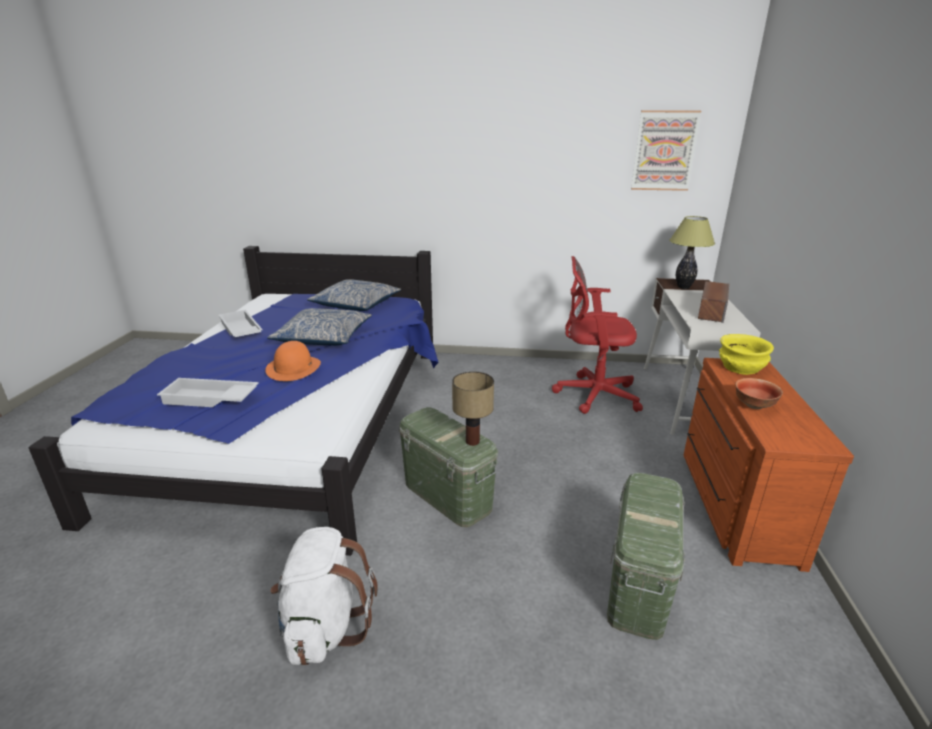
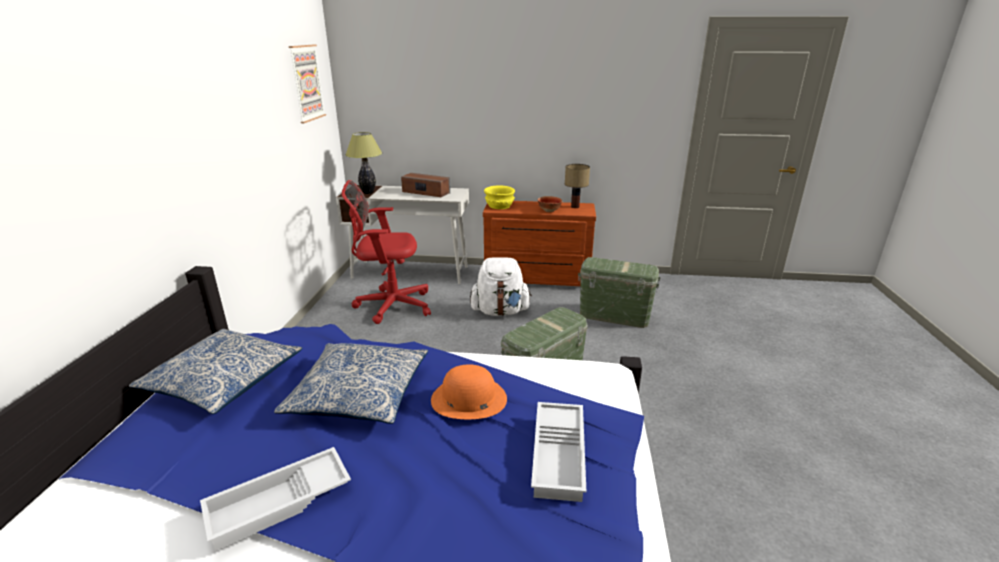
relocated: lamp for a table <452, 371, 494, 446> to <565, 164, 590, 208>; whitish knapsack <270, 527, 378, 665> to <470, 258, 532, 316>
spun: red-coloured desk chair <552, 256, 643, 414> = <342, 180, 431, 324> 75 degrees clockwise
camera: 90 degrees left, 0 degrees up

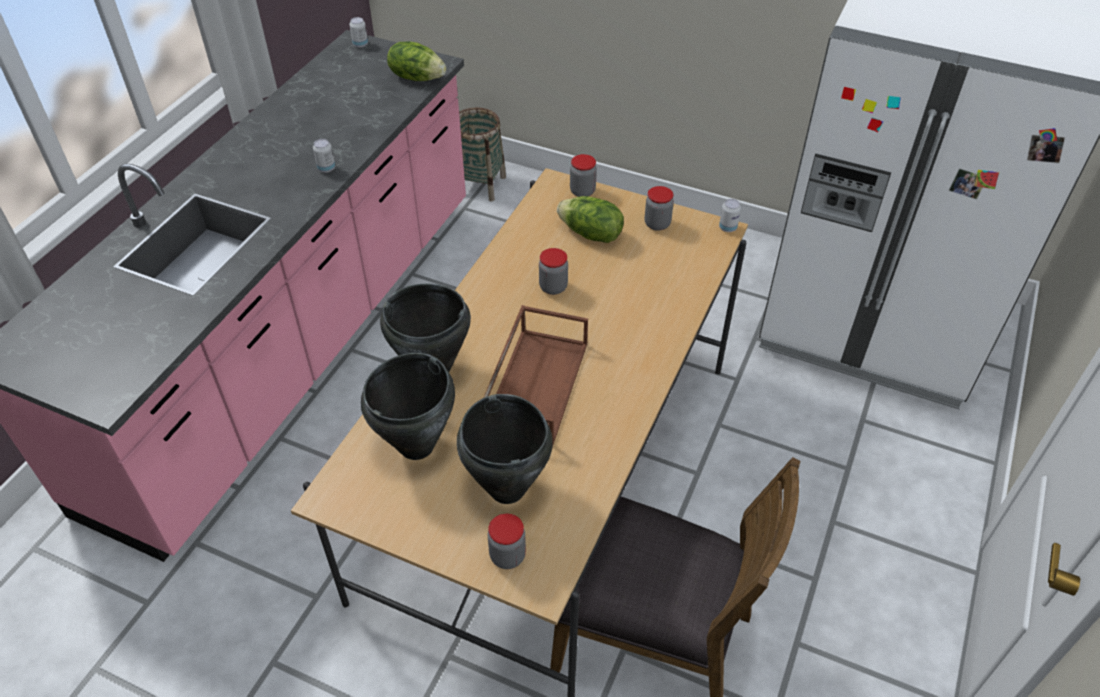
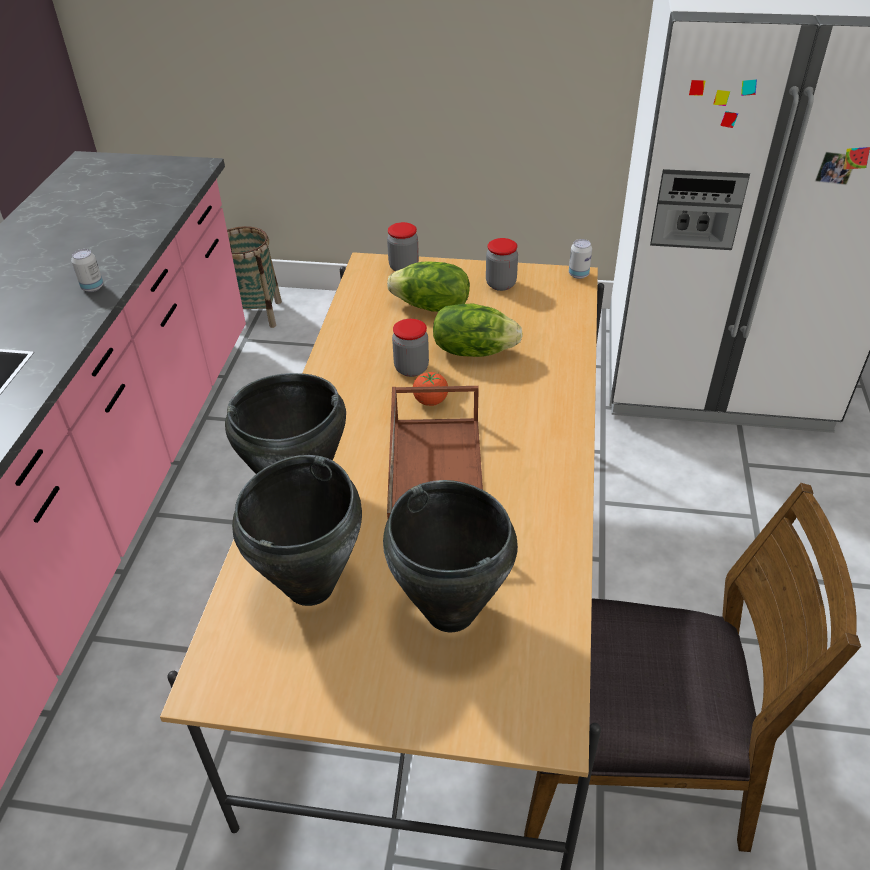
missing: sealed can <349, 17, 368, 48>; jar <488, 514, 526, 569>
appeared: whole tomato <413, 372, 448, 406>
relocated: head of lettuce <387, 42, 446, 81> to <433, 303, 523, 357>
camera: 15 degrees left, 5 degrees down

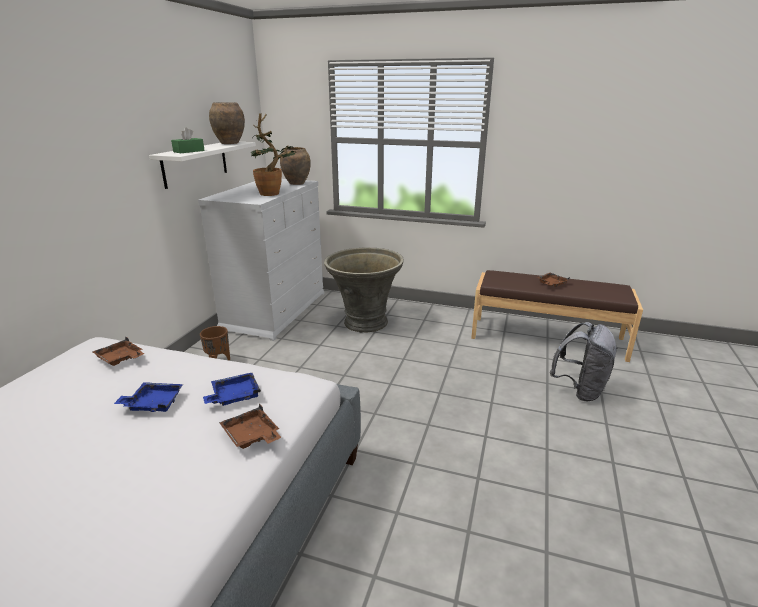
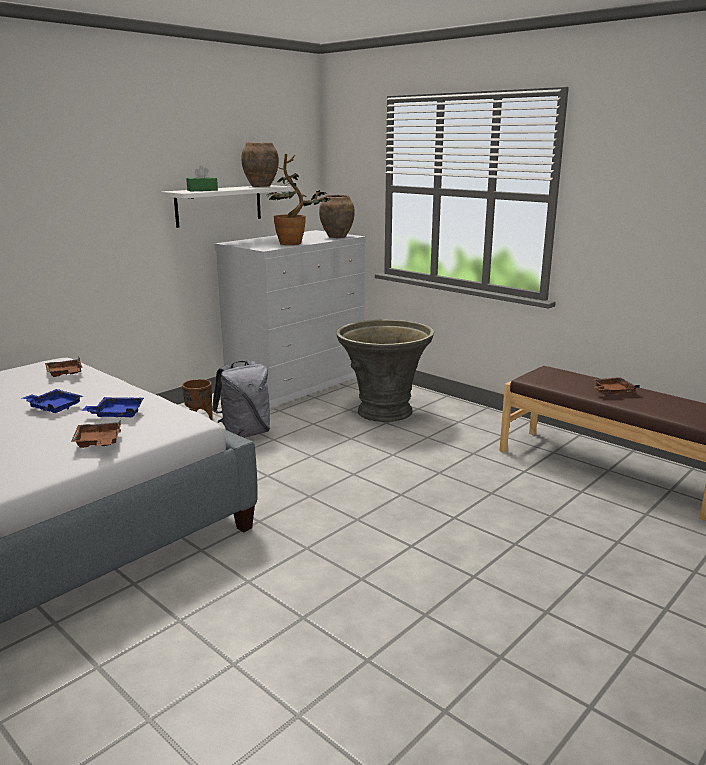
relocated: greyish knapsack <550, 322, 618, 401> to <212, 361, 270, 438>
camera: 25 degrees right, 5 degrees down

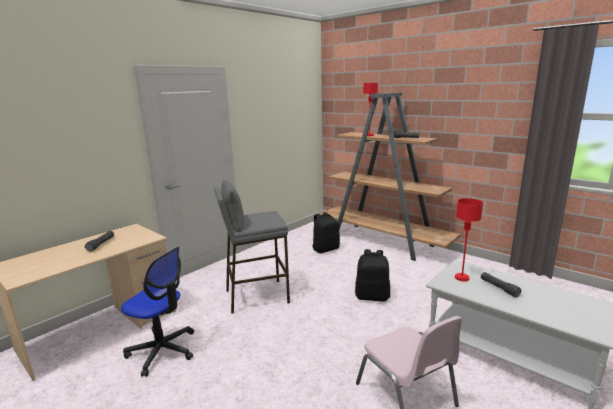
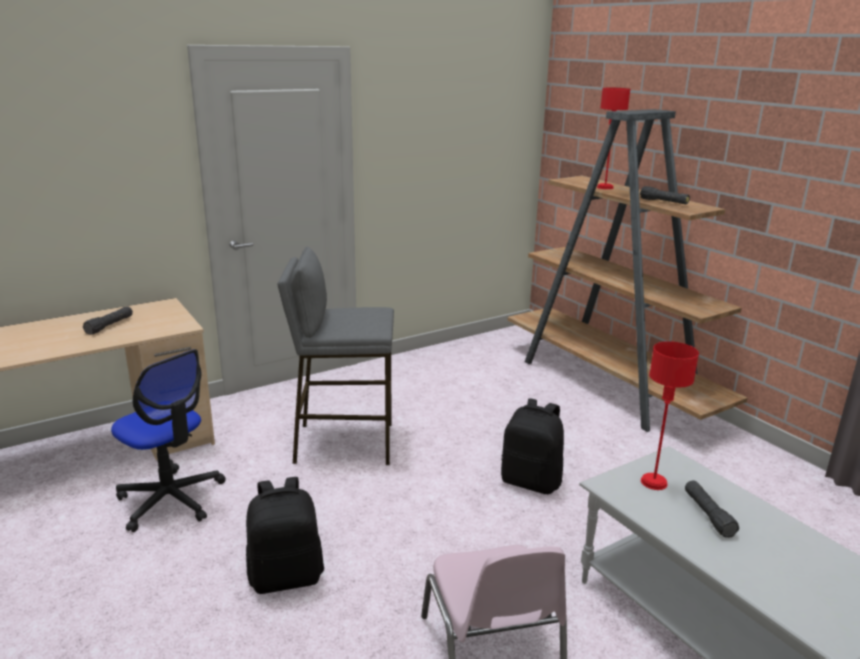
relocated: blackish knapsack <312, 212, 340, 253> to <246, 477, 324, 594>
camera: 15 degrees right, 5 degrees up

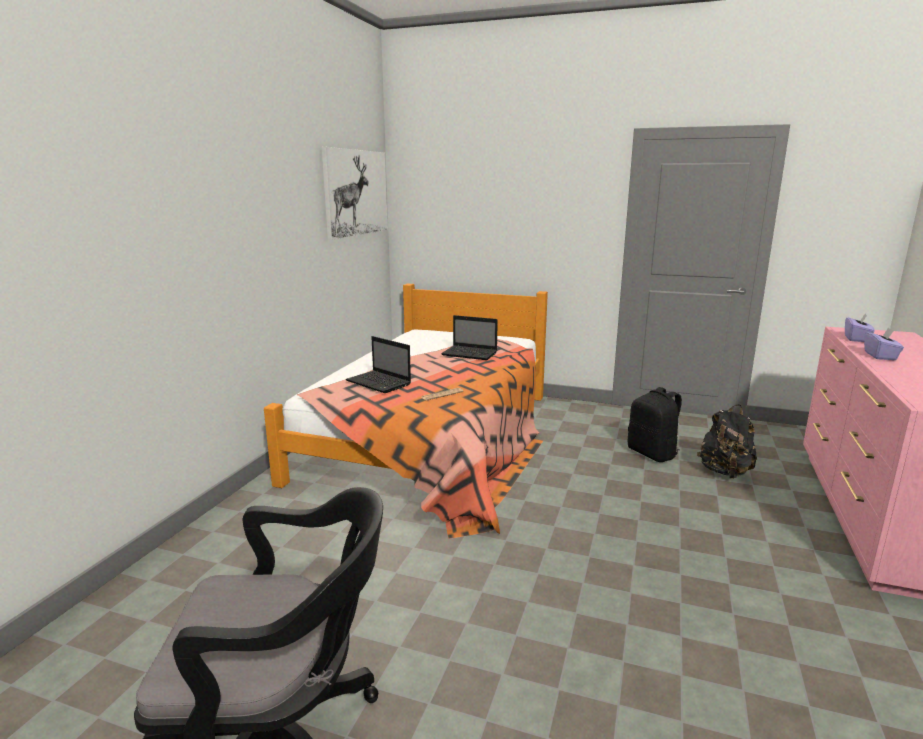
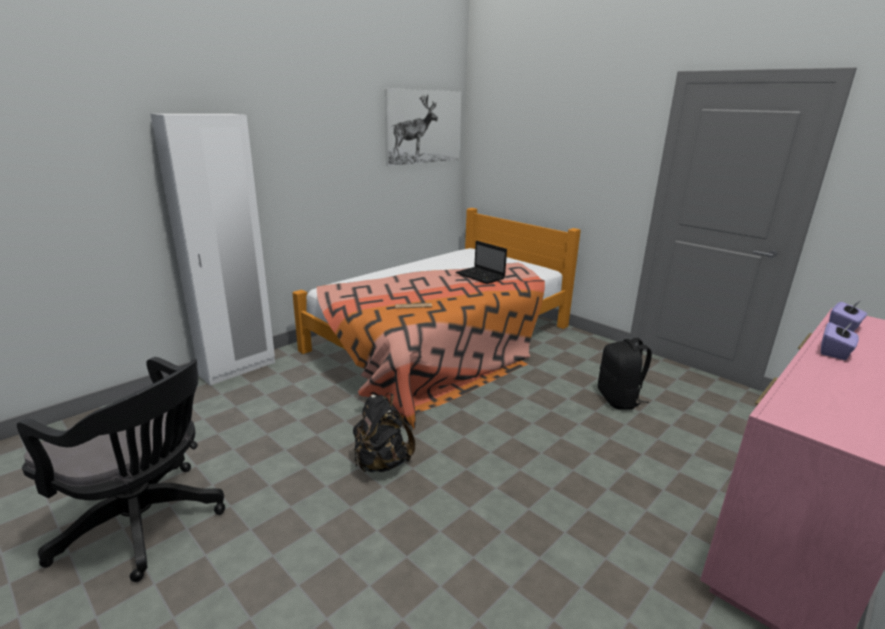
missing: notebook computer <346, 336, 411, 393>
appeared: whitish armoire <151, 114, 275, 386>
relocated: blackish knapsack <697, 404, 757, 478> to <353, 393, 415, 473>
camera: 25 degrees right, 5 degrees up

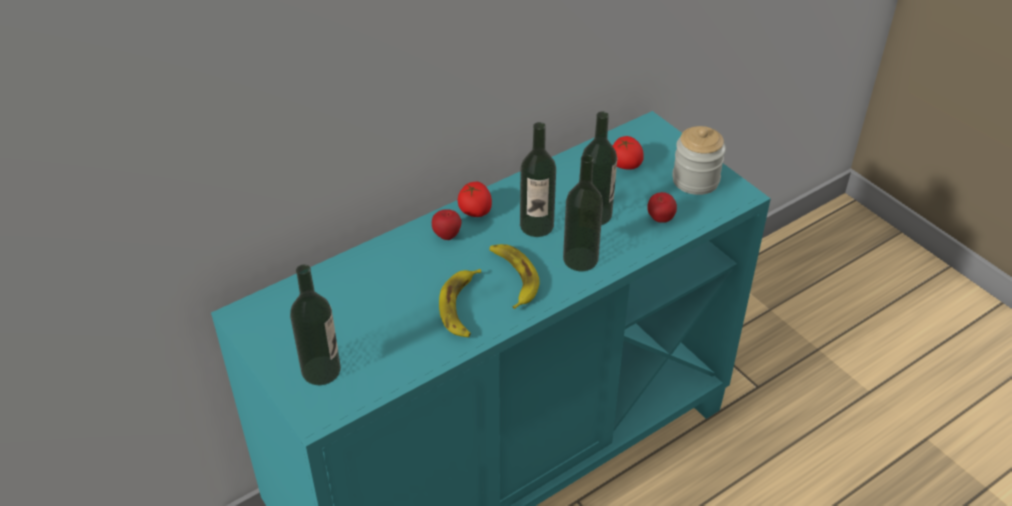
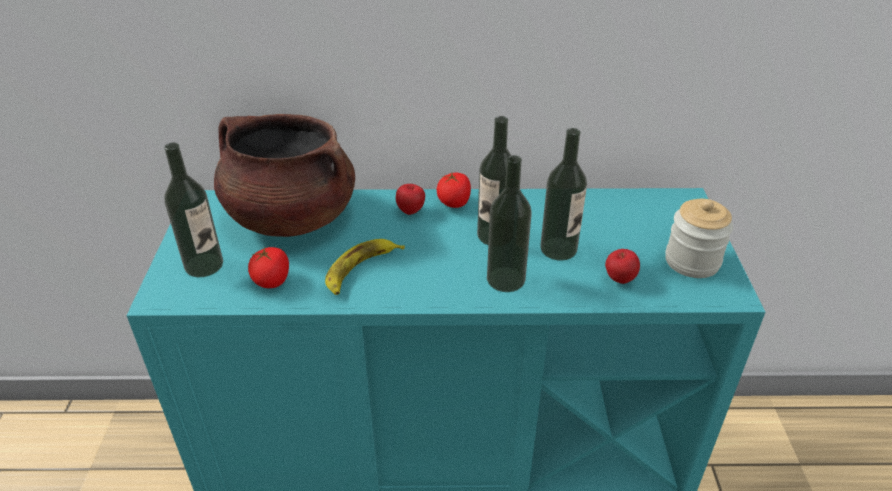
missing: whole banana <489, 244, 540, 309>
appeared: brown stockpot <214, 114, 355, 237>
relocated: whole tomato <613, 136, 644, 170> to <248, 247, 289, 288>
camera: 35 degrees right, 5 degrees down

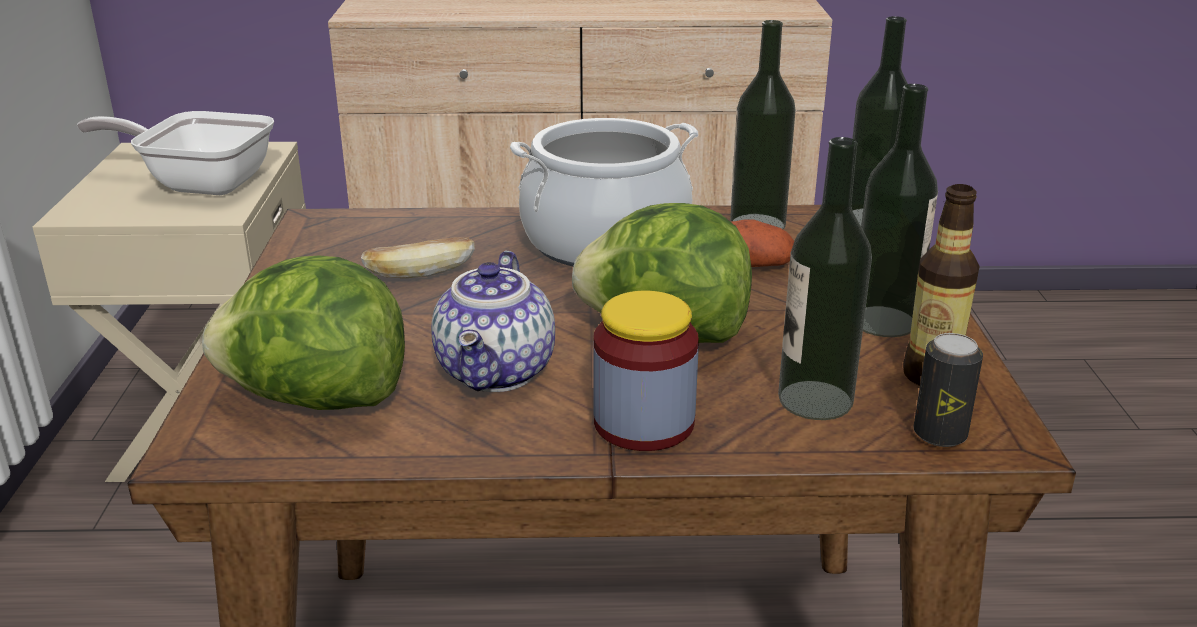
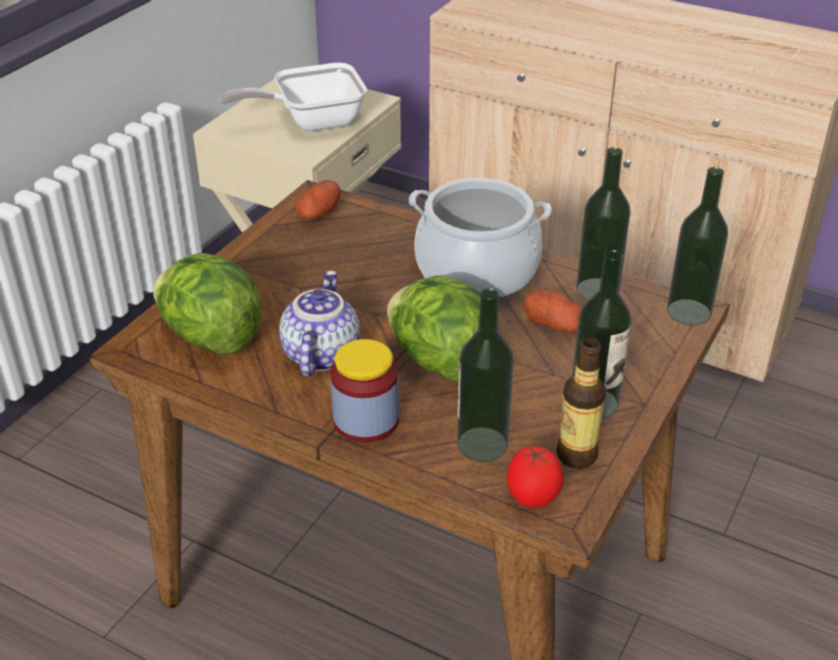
missing: bakery bread <361, 237, 475, 278>
appeared: whole potato <295, 180, 341, 220>
exchanged: sealed can <914, 333, 983, 447> to whole tomato <507, 446, 564, 508>
spun: pan <77, 111, 274, 195> = <219, 63, 367, 131> 60 degrees counterclockwise; pot for tea <431, 250, 555, 392> = <279, 270, 360, 376> 150 degrees clockwise
camera: 30 degrees right, 10 degrees up

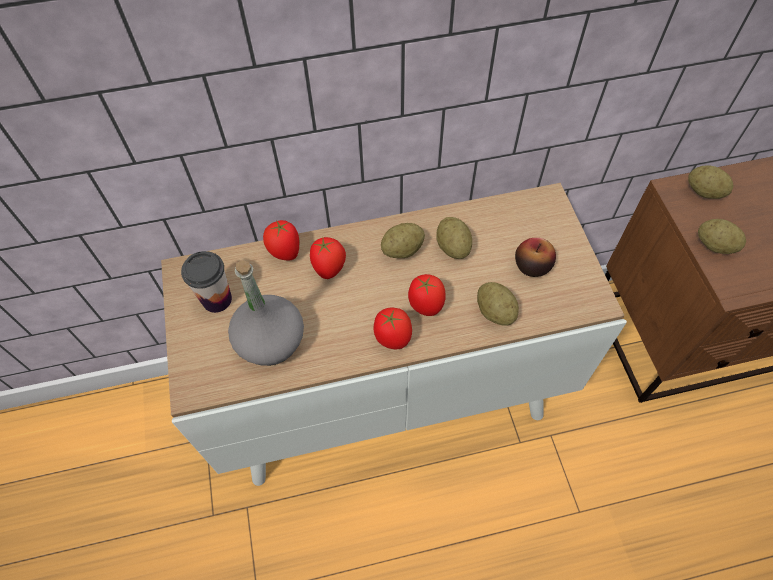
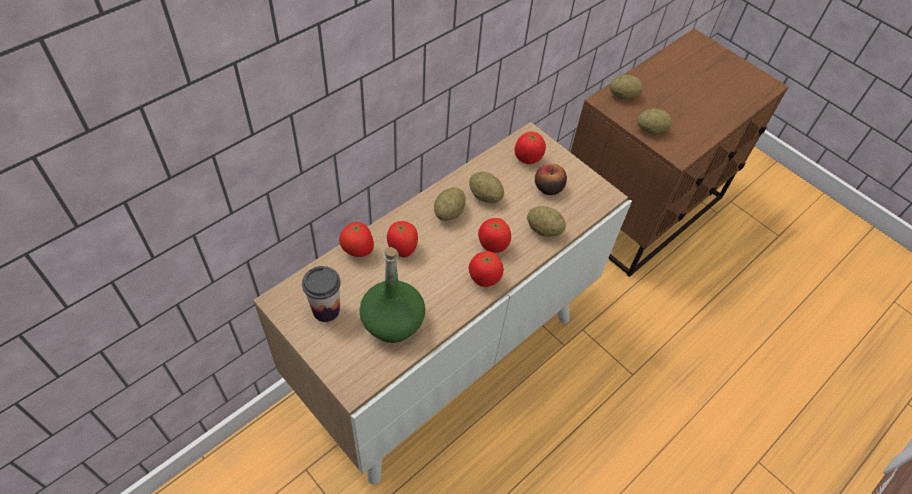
appeared: whole tomato <515, 131, 546, 164>
colour: greyish drink bottle <228, 260, 304, 366> to green drink bottle <359, 247, 425, 343>
camera: 35 degrees left, 5 degrees down

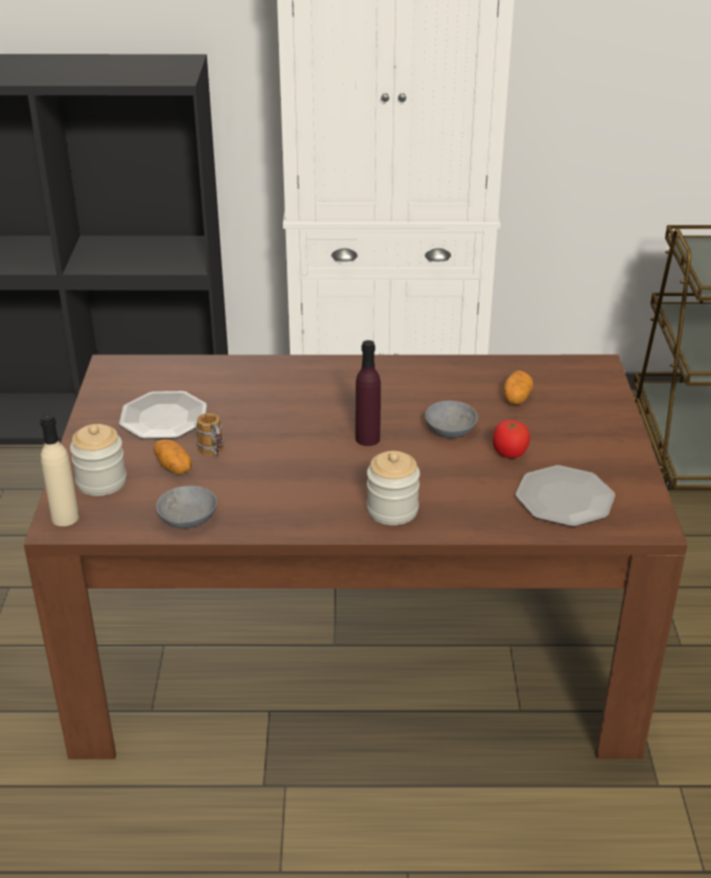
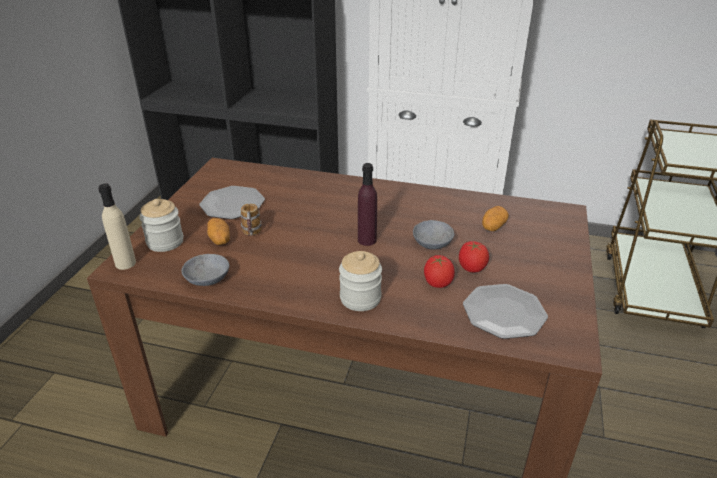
appeared: whole tomato <424, 255, 455, 288>
camera: 15 degrees right, 0 degrees up

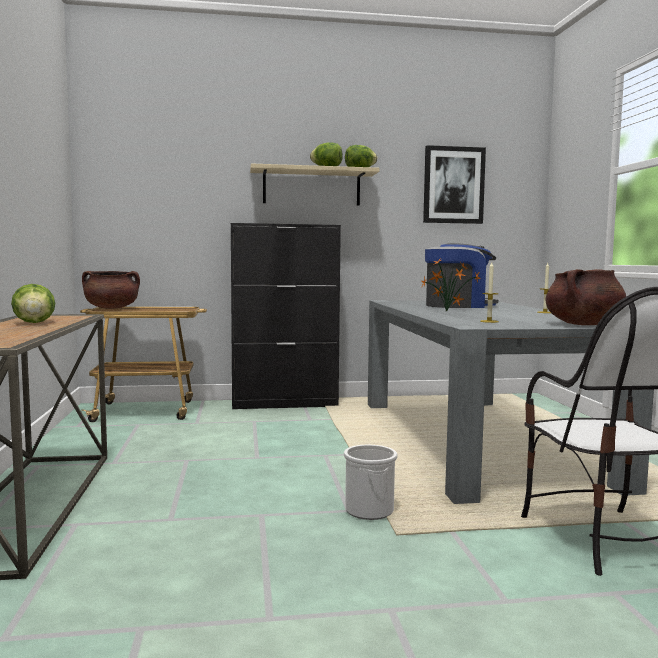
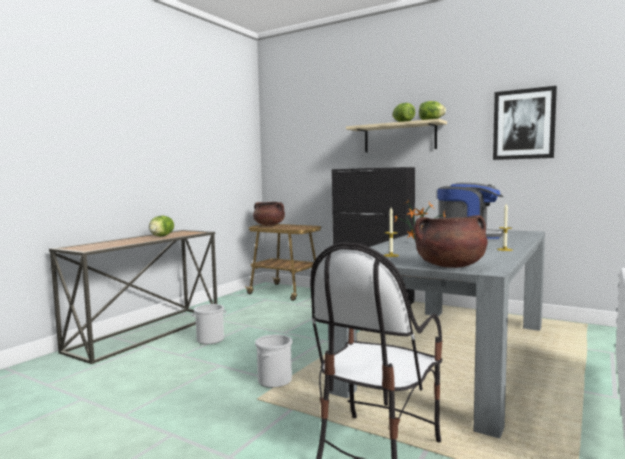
appeared: bucket <192, 304, 227, 345>
camera: 40 degrees right, 0 degrees up

